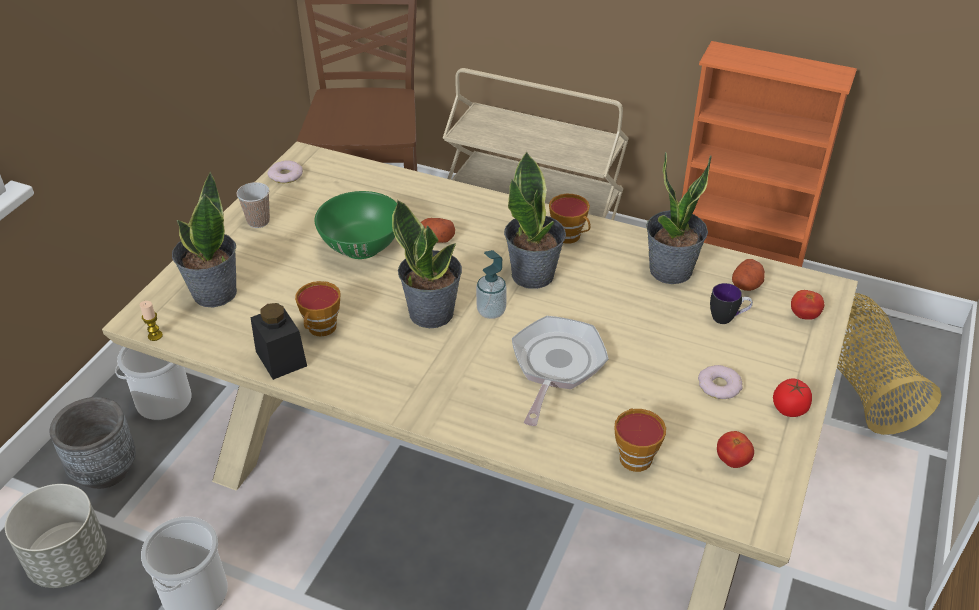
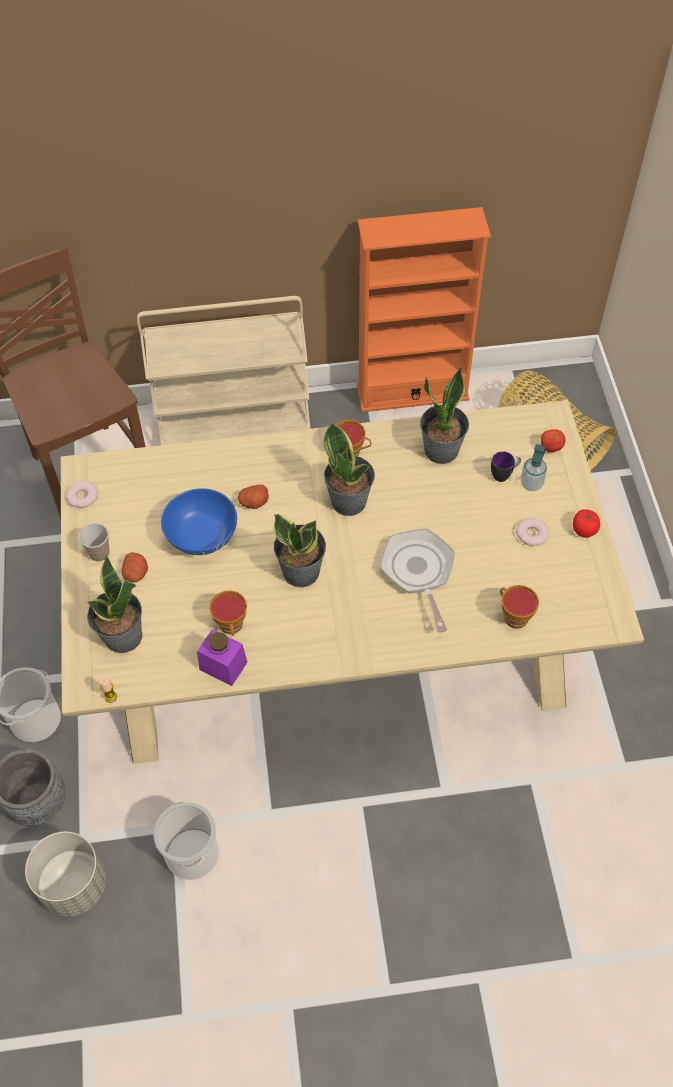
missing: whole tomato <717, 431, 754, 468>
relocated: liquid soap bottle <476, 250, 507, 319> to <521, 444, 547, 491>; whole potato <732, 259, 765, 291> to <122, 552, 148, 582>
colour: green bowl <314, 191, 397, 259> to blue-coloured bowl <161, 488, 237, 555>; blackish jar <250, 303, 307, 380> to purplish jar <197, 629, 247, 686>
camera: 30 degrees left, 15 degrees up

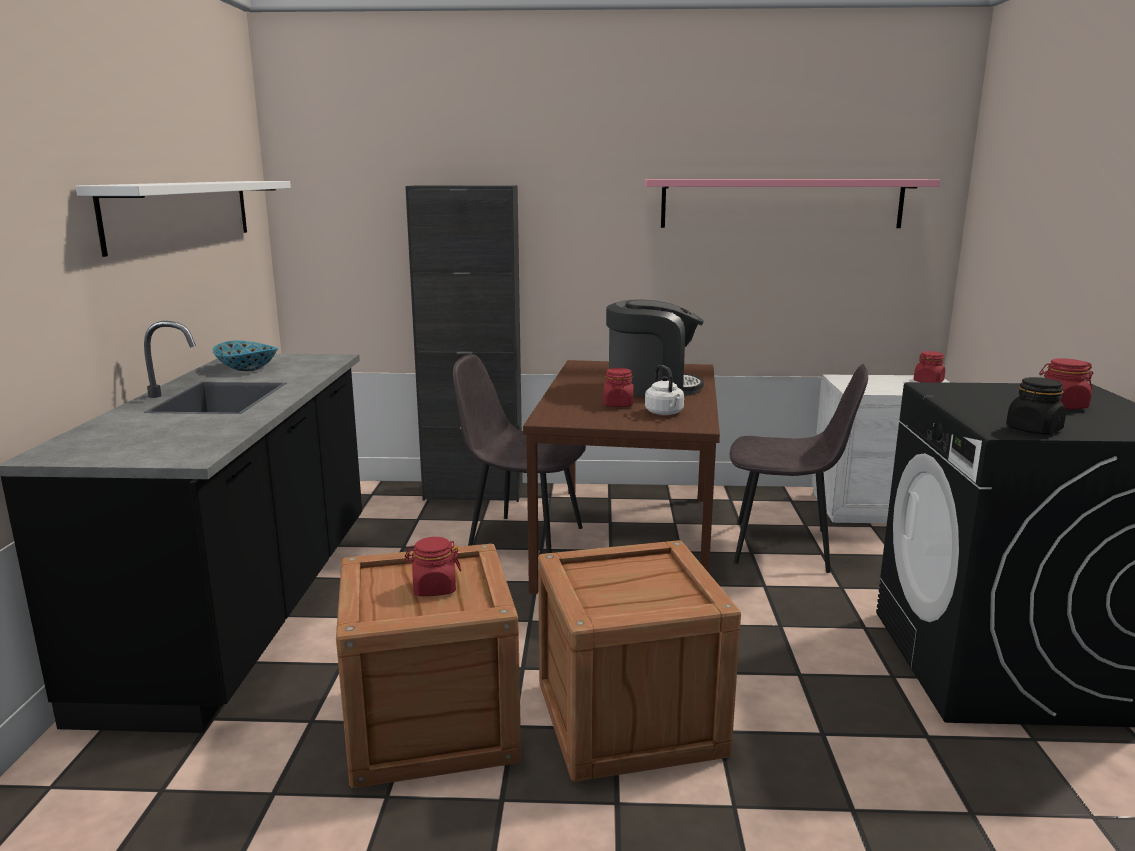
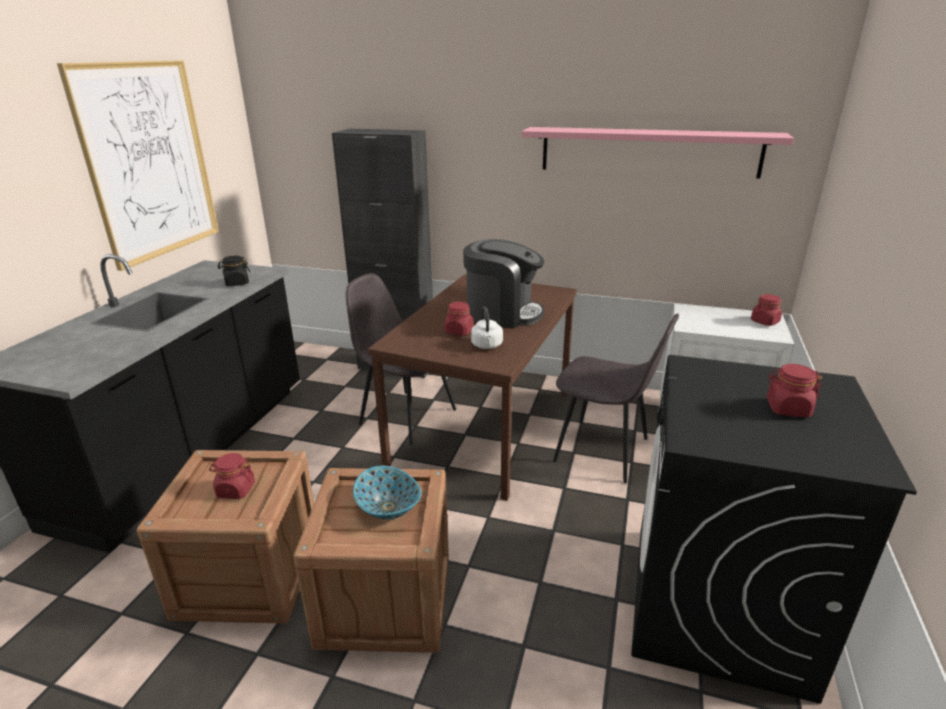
relocated: bowl <212, 341, 278, 371> to <353, 466, 421, 519>; blackish jar <1006, 377, 1066, 434> to <217, 256, 250, 286>
exchanged: whitish shelf <75, 181, 291, 257> to wall art <57, 60, 219, 271>
camera: 15 degrees right, 10 degrees up

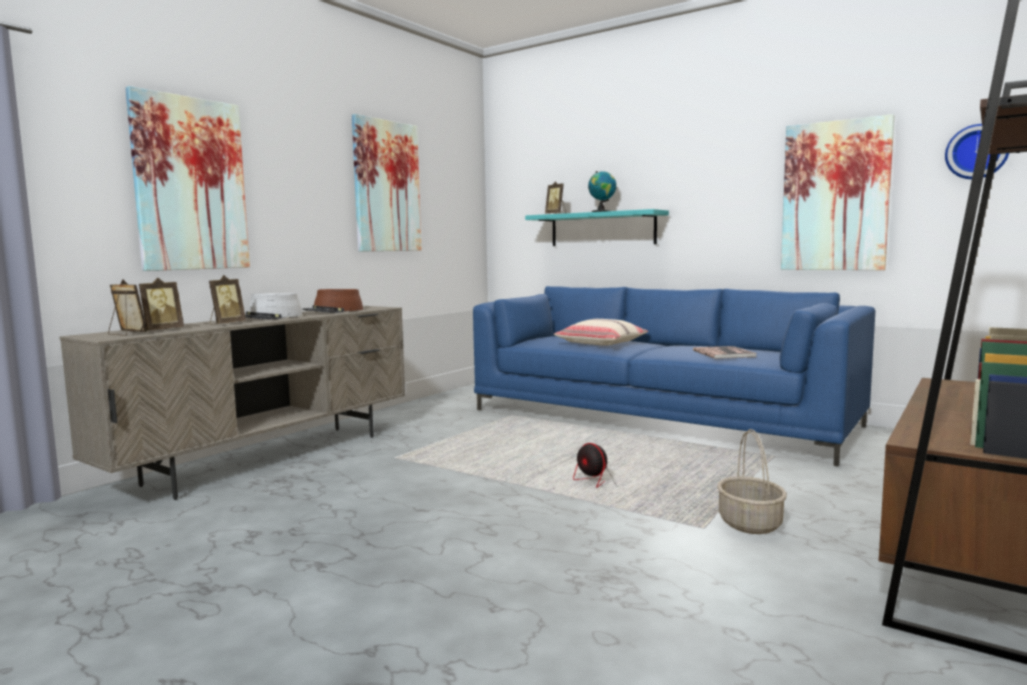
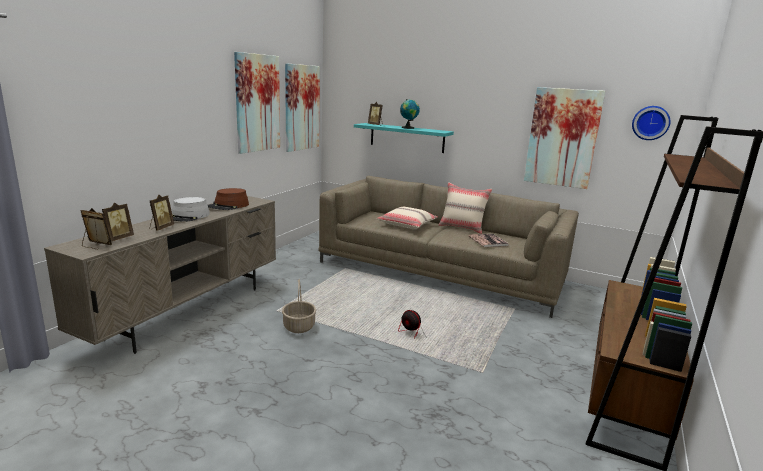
appeared: beige-coloured throw pillow <439, 182, 492, 234>
relocated: wall art <125, 86, 250, 271> to <285, 63, 320, 152>; storage basket <717, 429, 787, 534> to <282, 279, 316, 333>
colour: blue-coloured couch <473, 286, 875, 467> to beige-coloured couch <319, 176, 579, 318>
camera: 10 degrees left, 10 degrees up

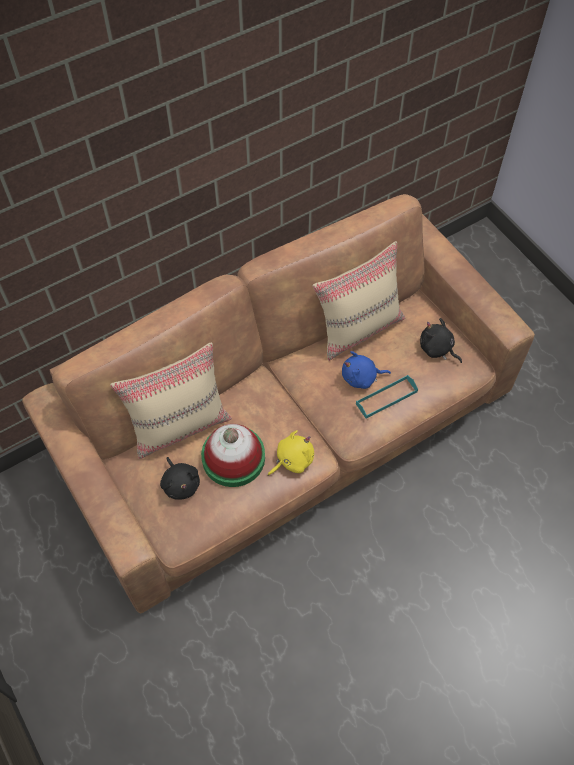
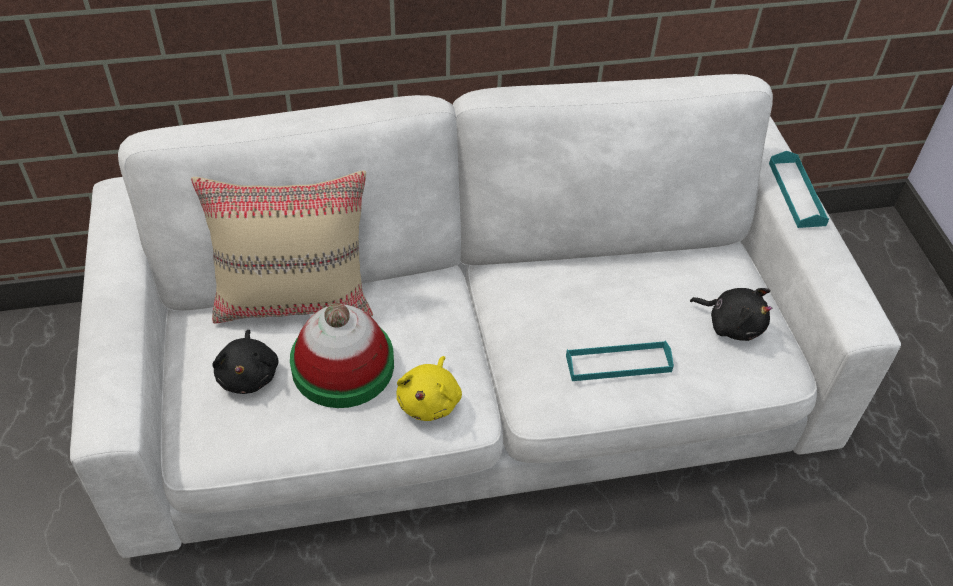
missing: beige-coloured throw pillow <312, 241, 405, 361>; blue-coloured cuddly toy <342, 351, 391, 389>
appeared: turquoise-coloured tray <769, 151, 829, 228>
colour: brown couch <22, 194, 535, 613> to whitish couch <70, 74, 901, 558>
spun: blackish cuddly toy <420, 318, 462, 363> = <690, 288, 772, 341> 150 degrees clockwise; yellowish cuddly toy <268, 430, 314, 476> = <397, 356, 462, 421> 120 degrees clockwise
camera: 20 degrees right, 10 degrees down

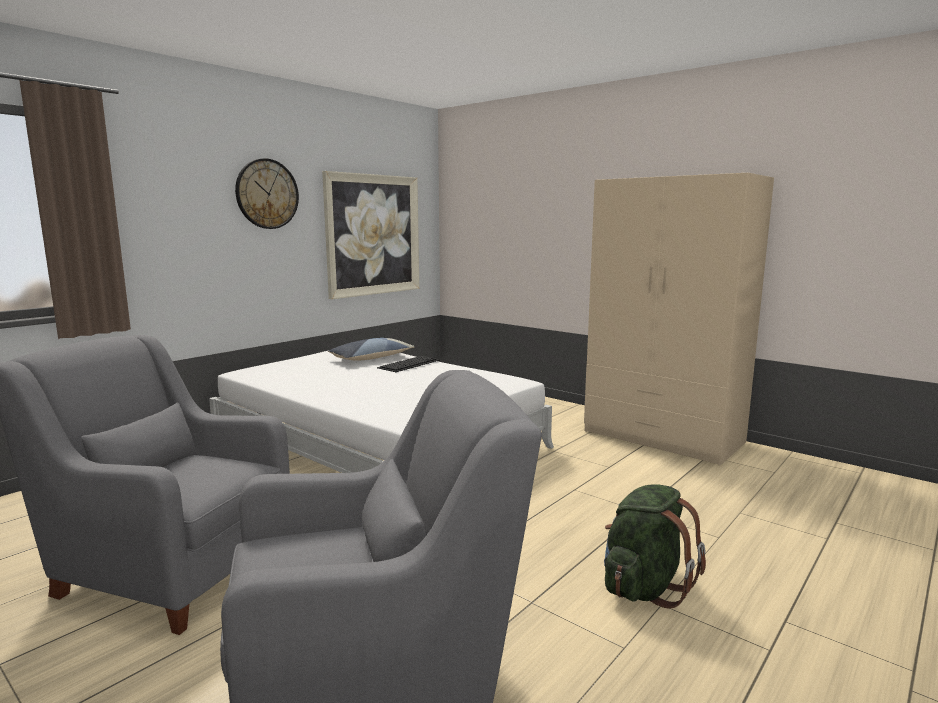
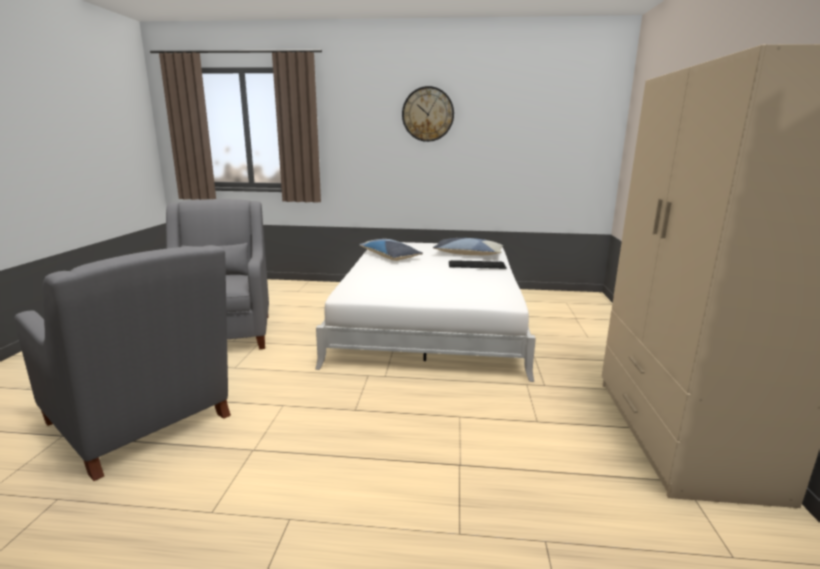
missing: wall art <322, 171, 419, 299>; green knapsack <604, 484, 706, 609>
appeared: throw pillow <359, 239, 423, 261>
camera: 55 degrees right, 5 degrees up

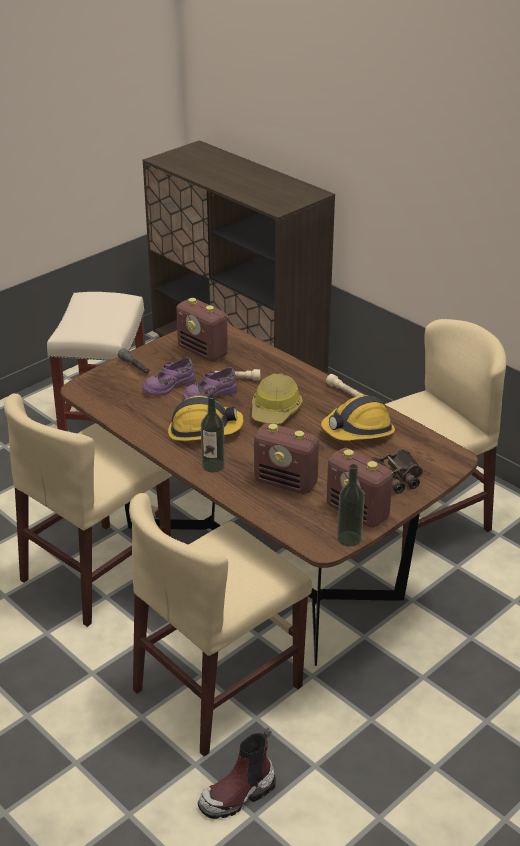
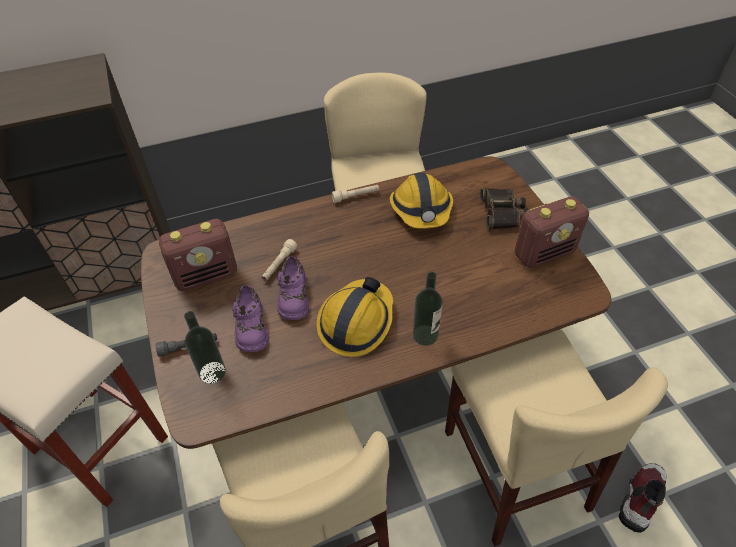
missing: work helmet <252, 374, 303, 424>; radio receiver <254, 423, 319, 495>
relocated: drink bottle <337, 464, 364, 547> to <184, 311, 226, 384>
spun: tall boot <198, 728, 276, 819> = <619, 463, 667, 533> 135 degrees counterclockwise
camera: 65 degrees left, 15 degrees up

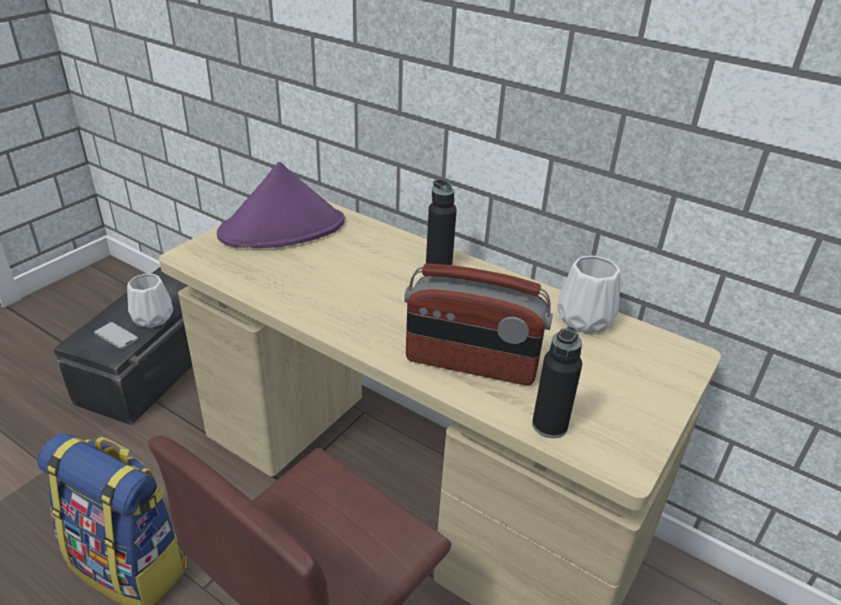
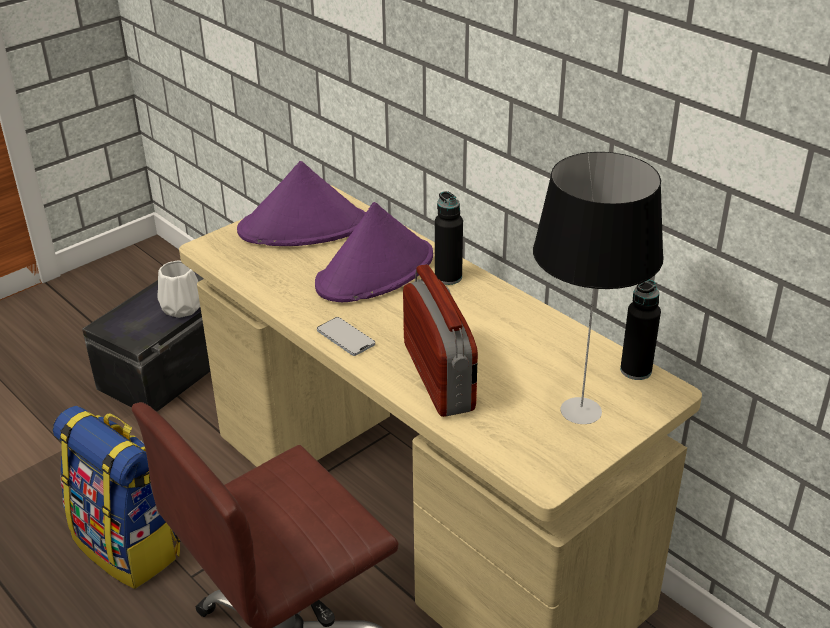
missing: whitish decorative vase <557, 256, 621, 333>
appeared: lamp for a table <533, 152, 664, 424>; purplish clothing hat <315, 202, 433, 302>
relocated: telephone <94, 322, 138, 349> to <317, 317, 375, 356>; blackish drink bottle <532, 326, 582, 438> to <620, 280, 661, 380>
spun: radio receiver <404, 263, 553, 385> = <403, 264, 478, 417> 135 degrees counterclockwise
camera: 15 degrees right, 0 degrees up

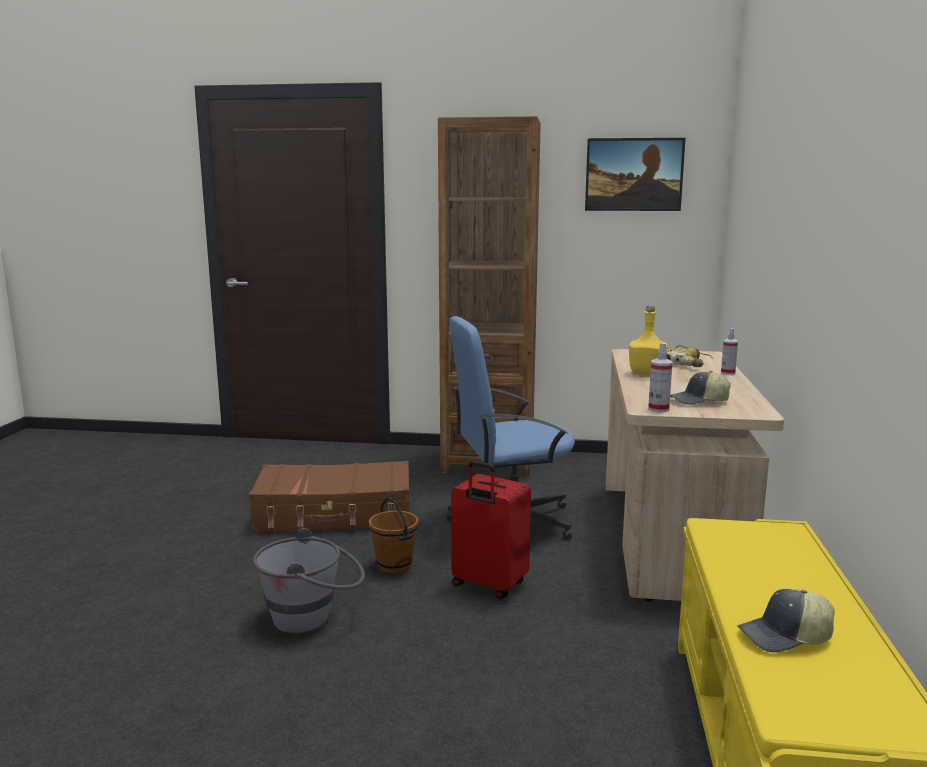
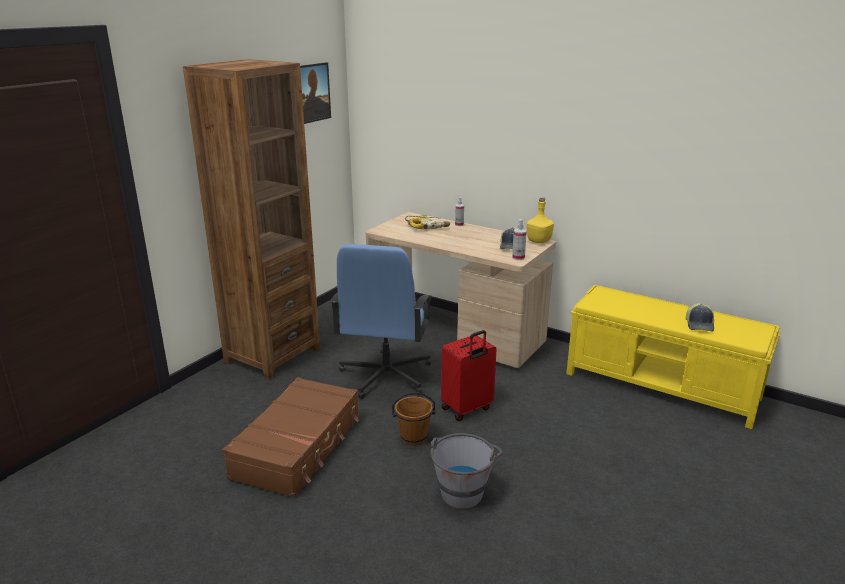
relocated: yellowish drink bottle <629, 306, 667, 375> to <527, 197, 554, 244>
camera: 65 degrees left, 10 degrees up

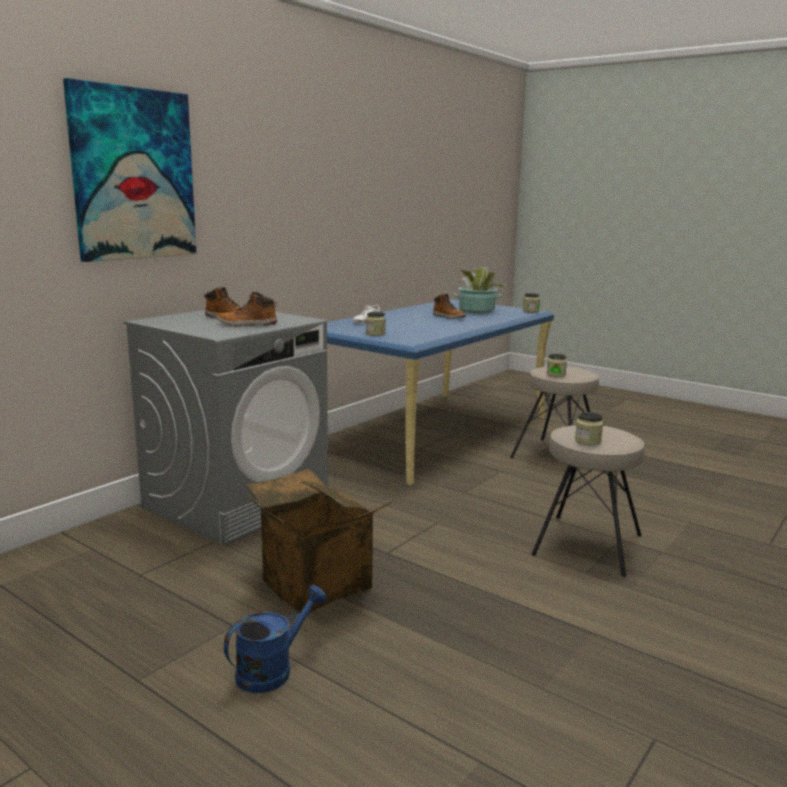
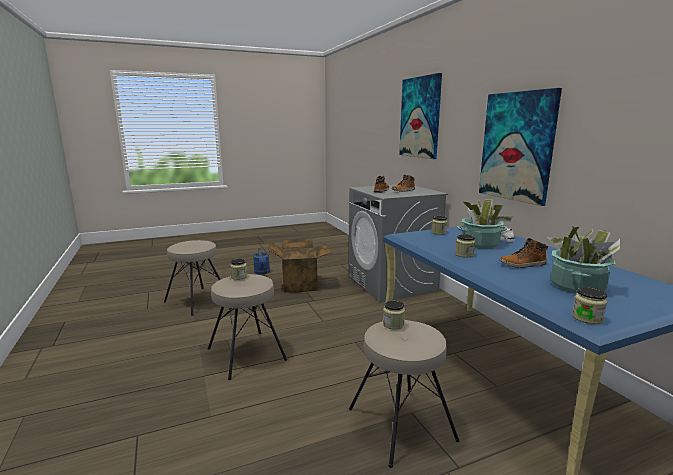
appeared: wall art <479, 88, 562, 206>; houseplant <457, 199, 513, 248>; jar <455, 234, 475, 258>; beige-coloured sitting stool <164, 240, 221, 316>
camera: 120 degrees right, 0 degrees up

